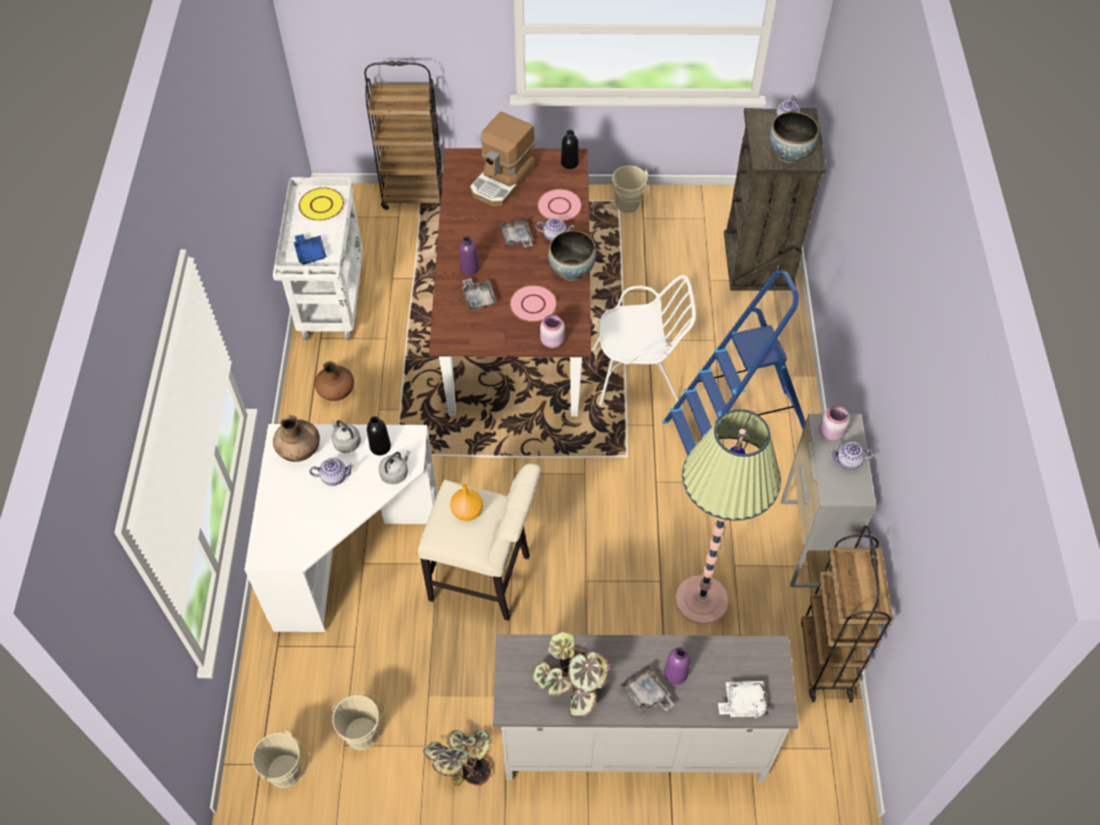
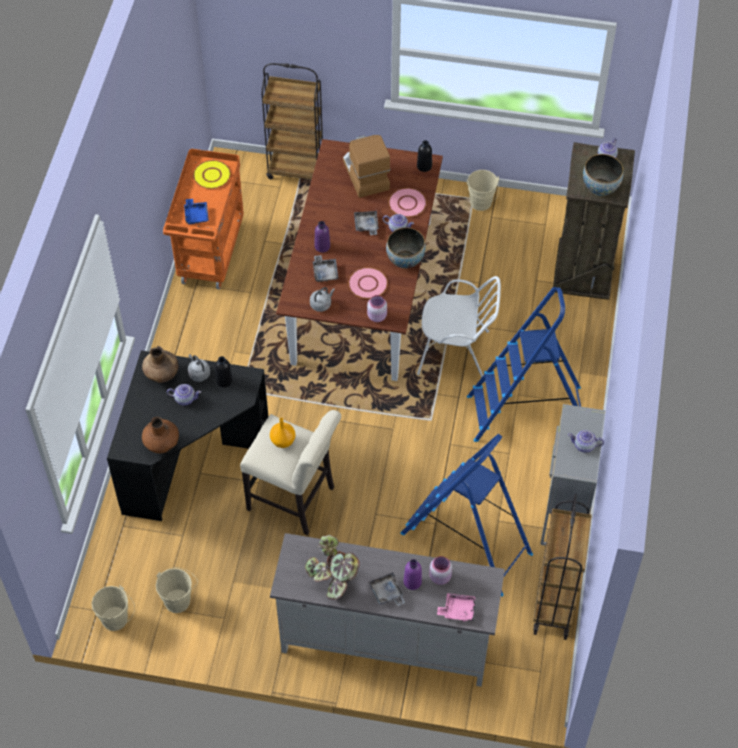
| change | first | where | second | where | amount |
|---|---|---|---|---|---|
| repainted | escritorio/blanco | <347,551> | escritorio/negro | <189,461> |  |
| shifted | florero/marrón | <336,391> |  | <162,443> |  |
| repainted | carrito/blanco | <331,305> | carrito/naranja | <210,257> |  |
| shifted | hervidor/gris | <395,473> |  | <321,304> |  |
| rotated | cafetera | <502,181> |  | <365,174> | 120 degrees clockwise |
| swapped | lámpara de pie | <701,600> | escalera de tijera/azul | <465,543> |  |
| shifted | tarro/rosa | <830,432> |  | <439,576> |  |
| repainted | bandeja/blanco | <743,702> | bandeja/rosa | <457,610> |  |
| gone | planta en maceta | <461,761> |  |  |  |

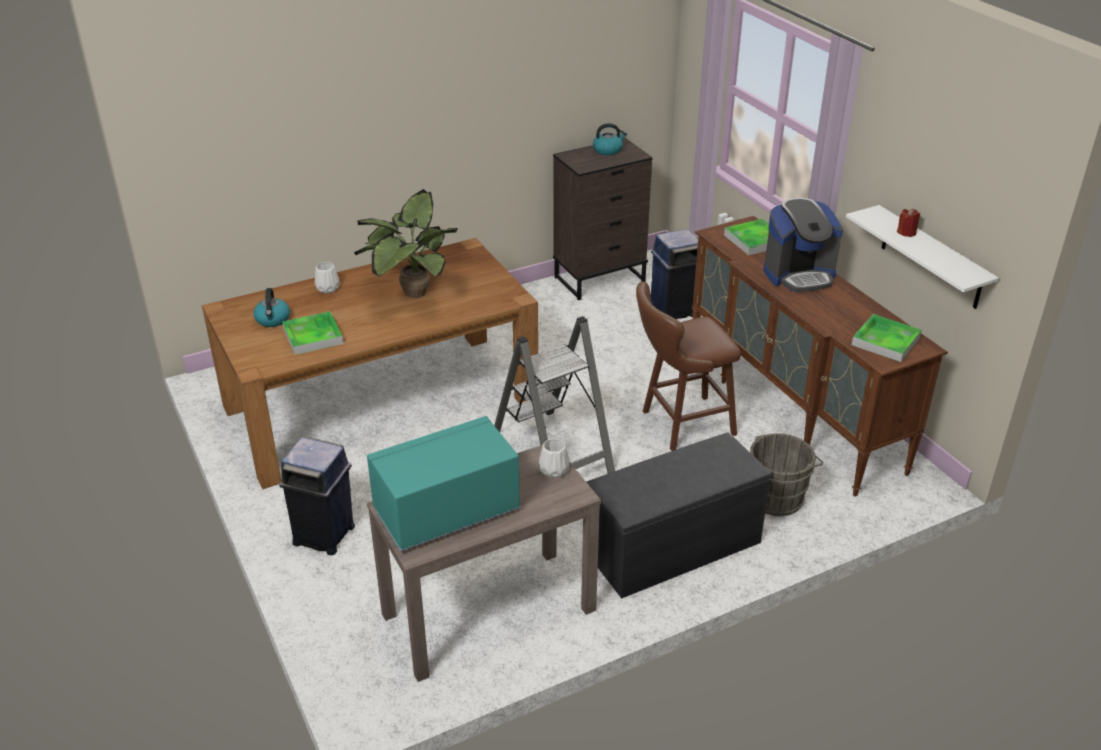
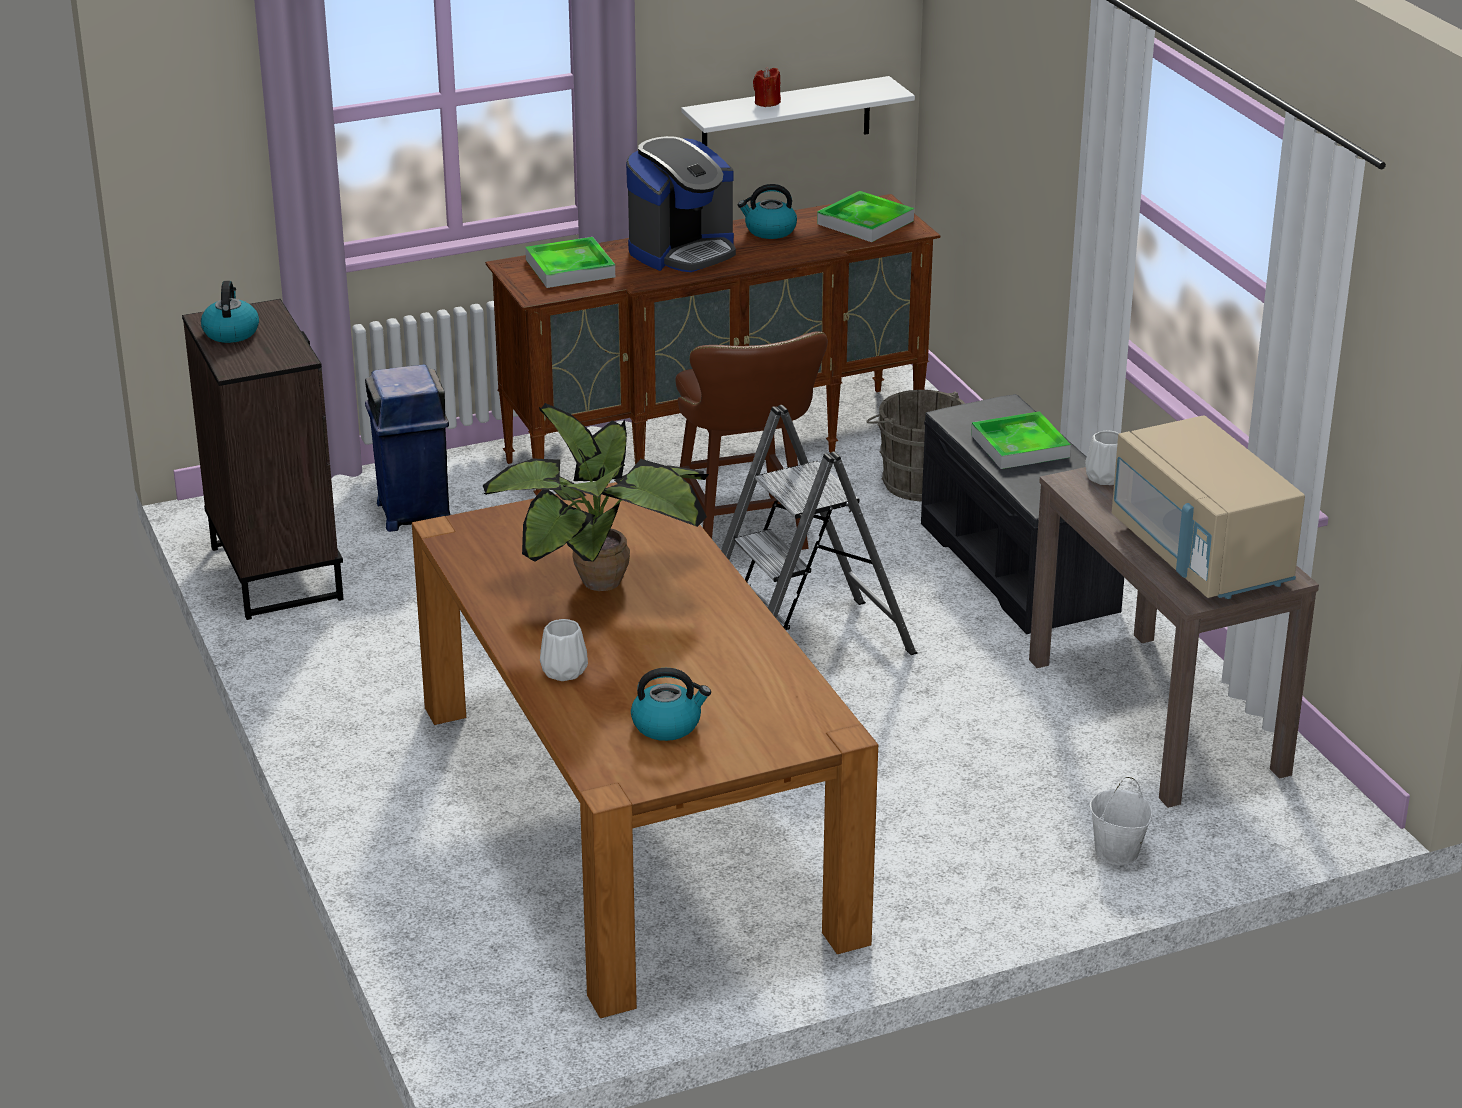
| change | first | where | second | where | amount |
|---|---|---|---|---|---|
| rotated | cafetera | <799,275> |  | <683,251> | 60 degrees clockwise |
| new |  |  | hervidor | <769,231> |  |
| shifted | bandeja | <313,336> |  | <1020,446> |  |
| new |  |  | cubo/blanco | <1117,852> |  |
| repainted | microondas/turquesa | <446,511> | microondas/beis | <1200,555> |  |
| gone | papelera/azul | <325,535> |  |  |  |

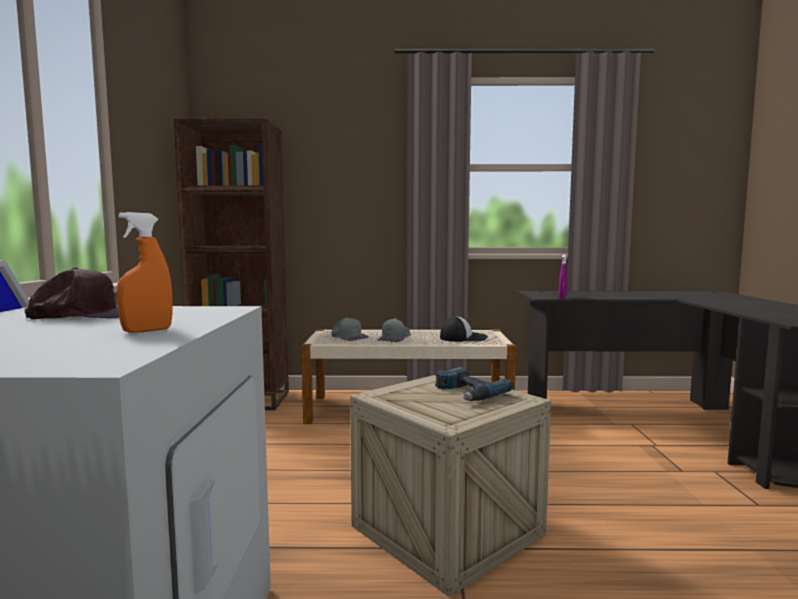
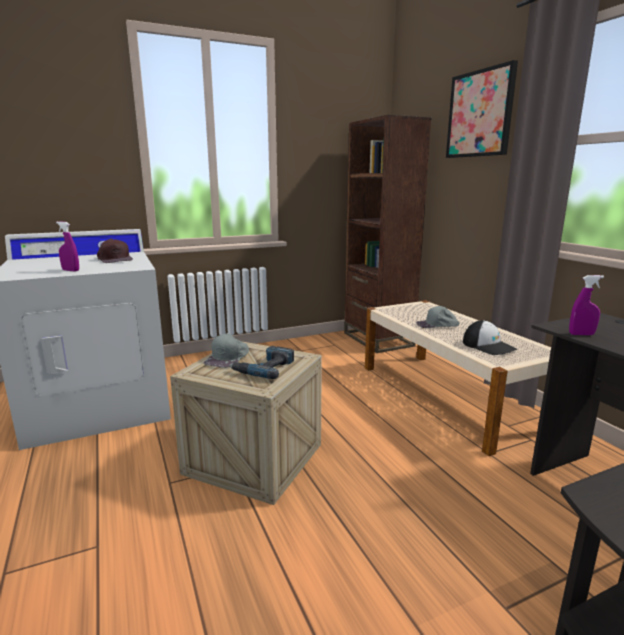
| change | first | where | second | where | amount |
|---|---|---|---|---|---|
| repainted | pulverizador/naranja | <147,330> | pulverizador/morado | <70,270> |  |
| shifted | gorra/gris | <349,337> |  | <228,358> |  |
| new |  |  | cuadro | <480,114> |  |

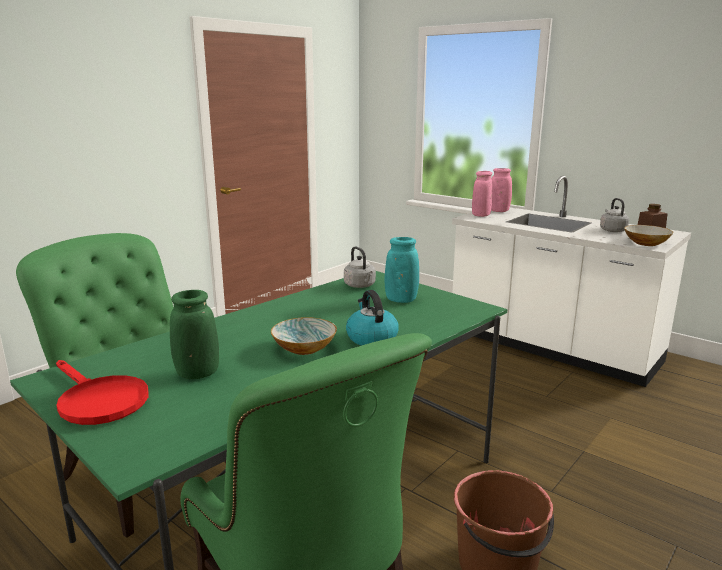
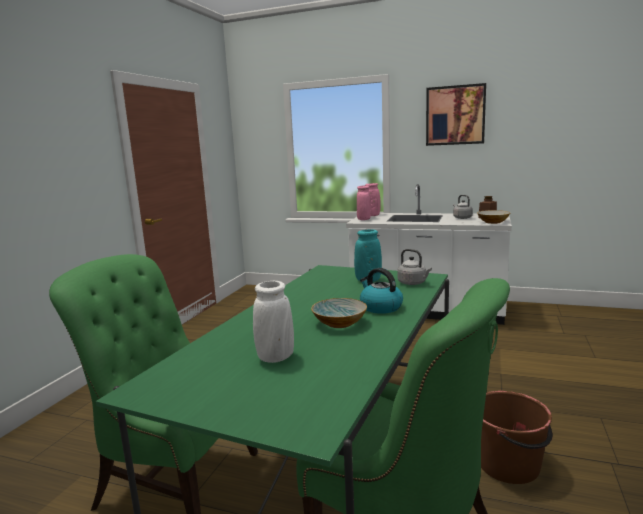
| change | first | where | second | where | amount |
|---|---|---|---|---|---|
| repainted | florero/verde | <197,374> | florero/blanco | <275,357> |  |
| shifted | hervidor/gris | <360,286> |  | <413,283> |  |
| new |  |  | cuadro | <455,115> |  |
| gone | sartén/rojo | <98,400> |  |  |  |

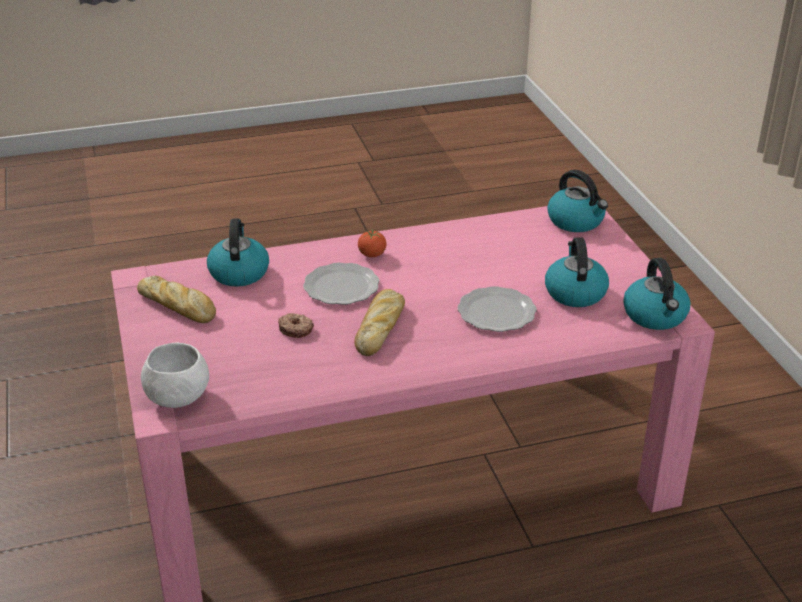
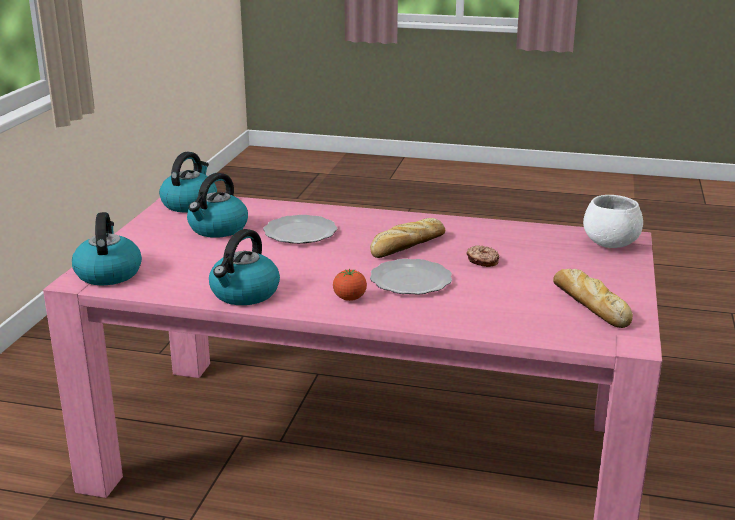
| change | first | where | second | where | amount |
|---|---|---|---|---|---|
| shifted | hervidor | <238,272> |  | <244,294> |  |

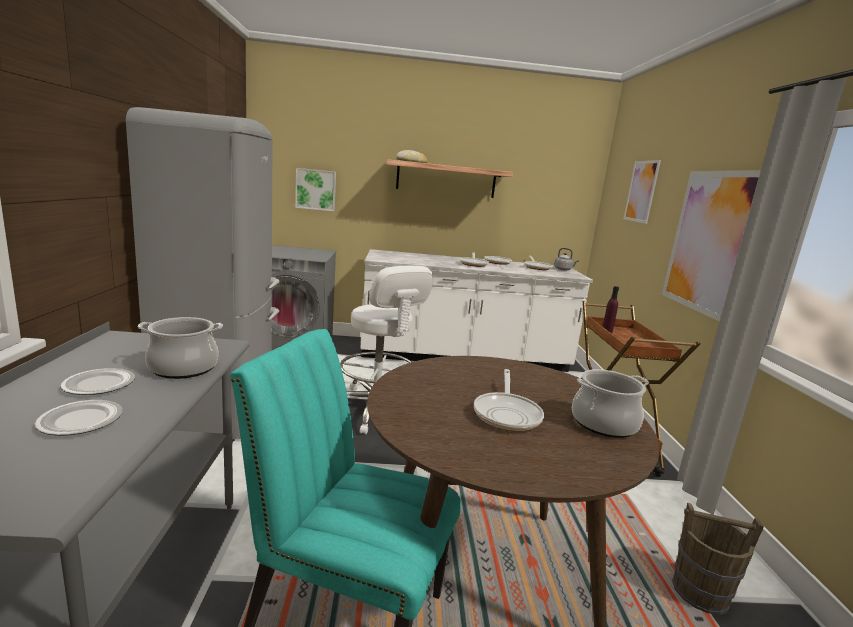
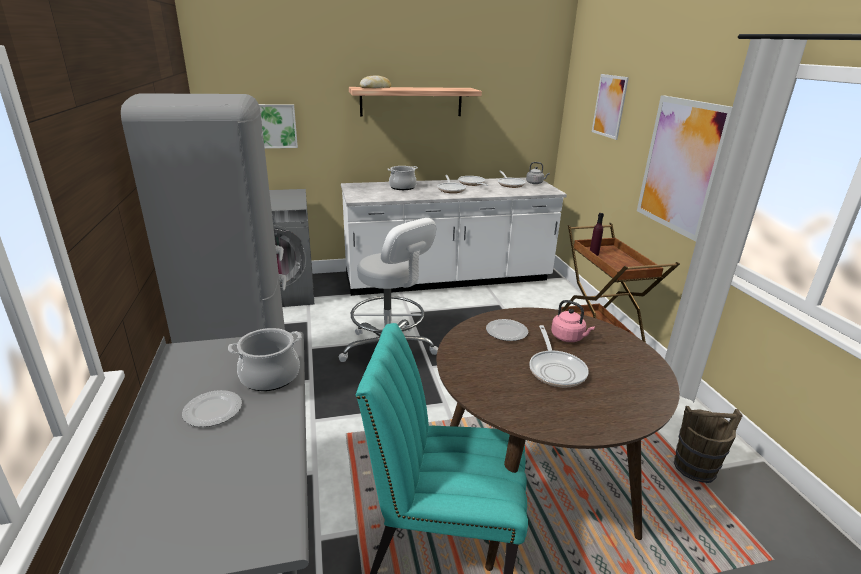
| change | first | where | second | where | amount |
|---|---|---|---|---|---|
| shifted | olla | <603,423> |  | <402,187> |  |
| shifted | plato | <81,420> |  | <506,332> |  |
| new |  |  | hervidor/rosa | <569,338> |  |

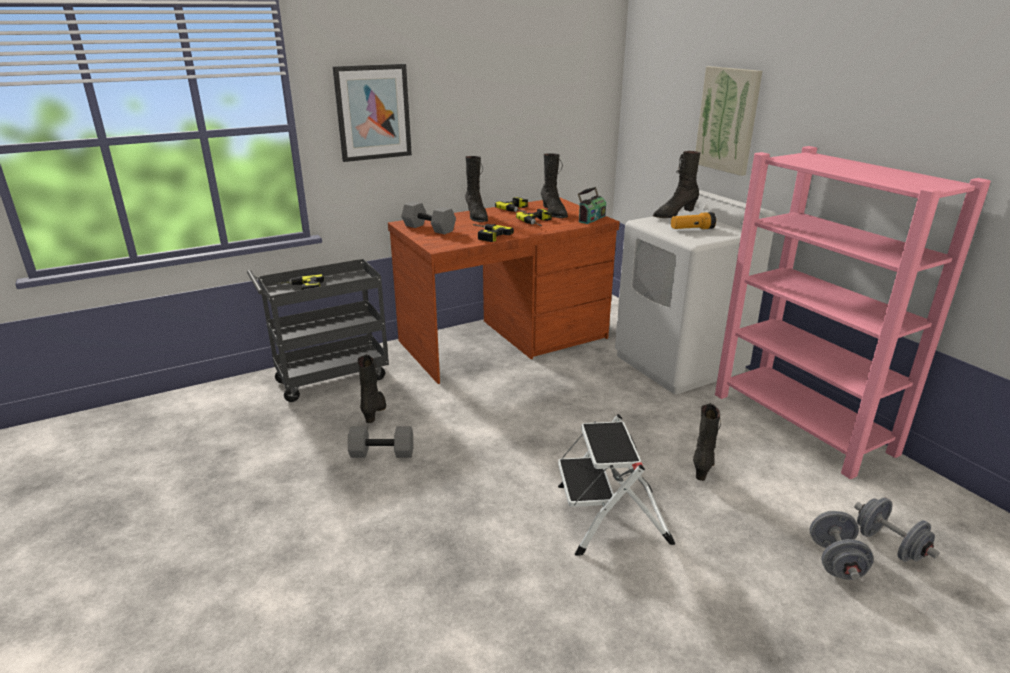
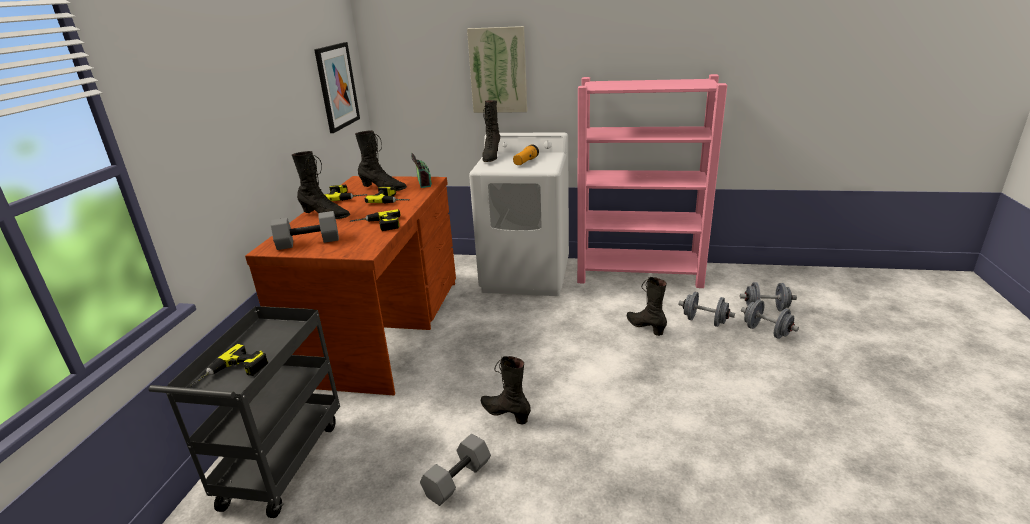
| change | first | where | second | where | amount |
|---|---|---|---|---|---|
| shifted | cuadro | <373,112> |  | <337,86> |  |
| shifted | bota/negro | <375,411> |  | <505,413> |  |
| new |  |  | mancuerna/gris | <704,321> |  |
| gone | escalera de tijera | <611,516> |  |  |  |

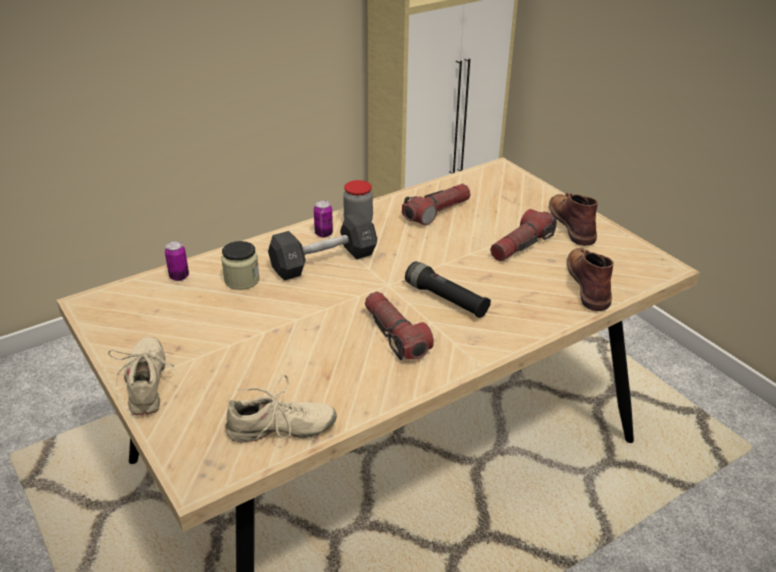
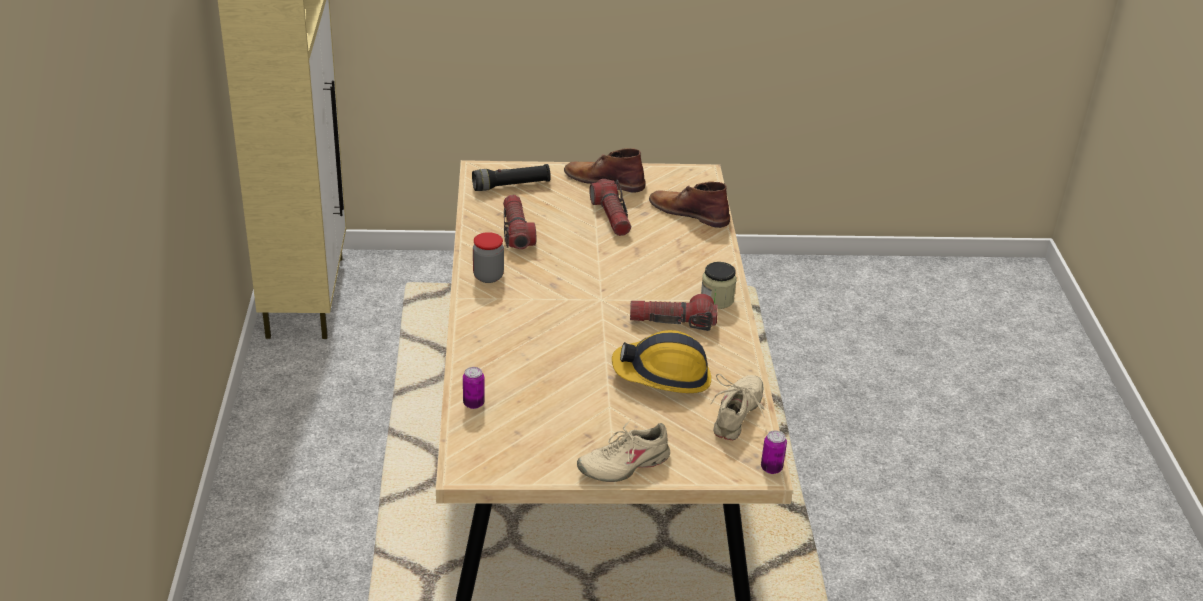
| change | first | where | second | where | amount |
|---|---|---|---|---|---|
| shifted | linterna/negro | <446,299> |  | <511,186> |  |
| rotated | zapato/beis | <148,383> |  | <623,464> | 45 degrees counterclockwise |
| new |  |  | casco | <663,375> |  |
| shifted | tarro | <242,280> |  | <717,299> |  |
| shifted | lata | <323,234> |  | <771,468> |  |
| gone | mancuerna/negro | <324,261> |  |  |  |

